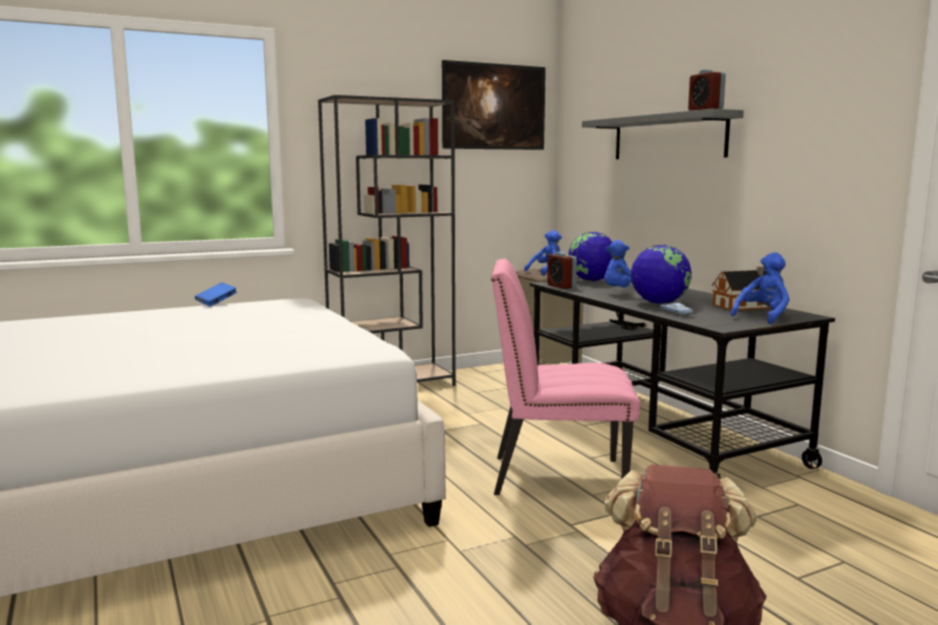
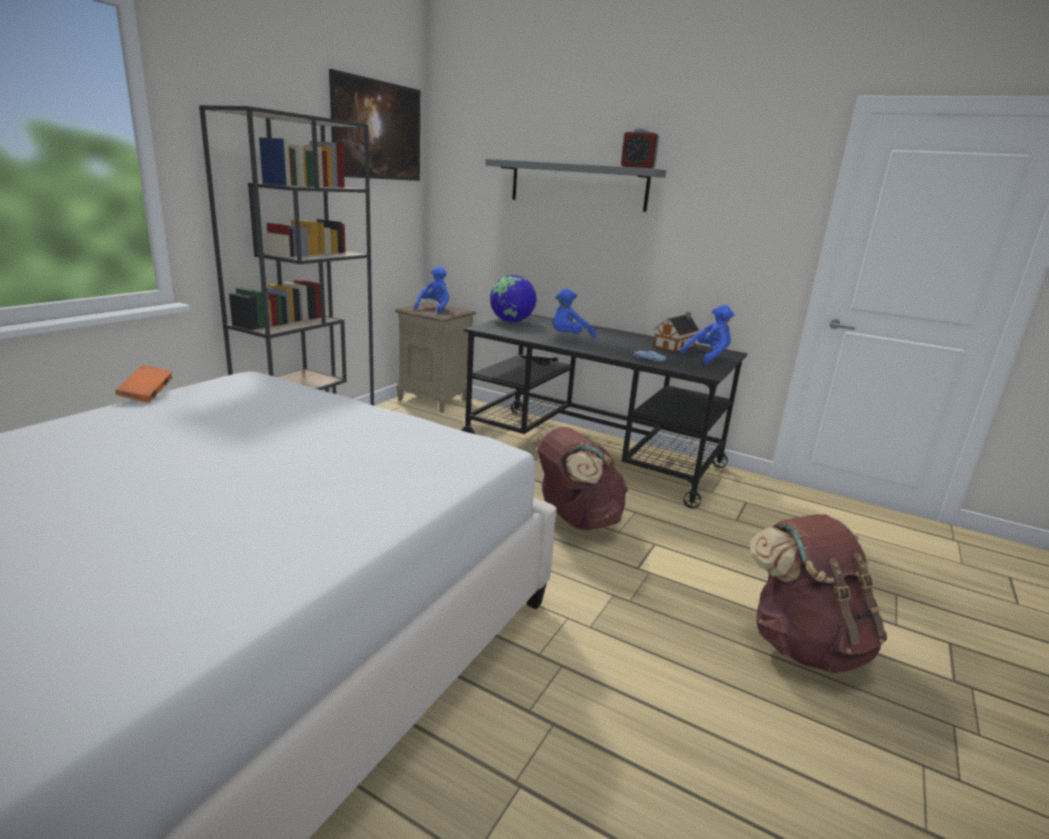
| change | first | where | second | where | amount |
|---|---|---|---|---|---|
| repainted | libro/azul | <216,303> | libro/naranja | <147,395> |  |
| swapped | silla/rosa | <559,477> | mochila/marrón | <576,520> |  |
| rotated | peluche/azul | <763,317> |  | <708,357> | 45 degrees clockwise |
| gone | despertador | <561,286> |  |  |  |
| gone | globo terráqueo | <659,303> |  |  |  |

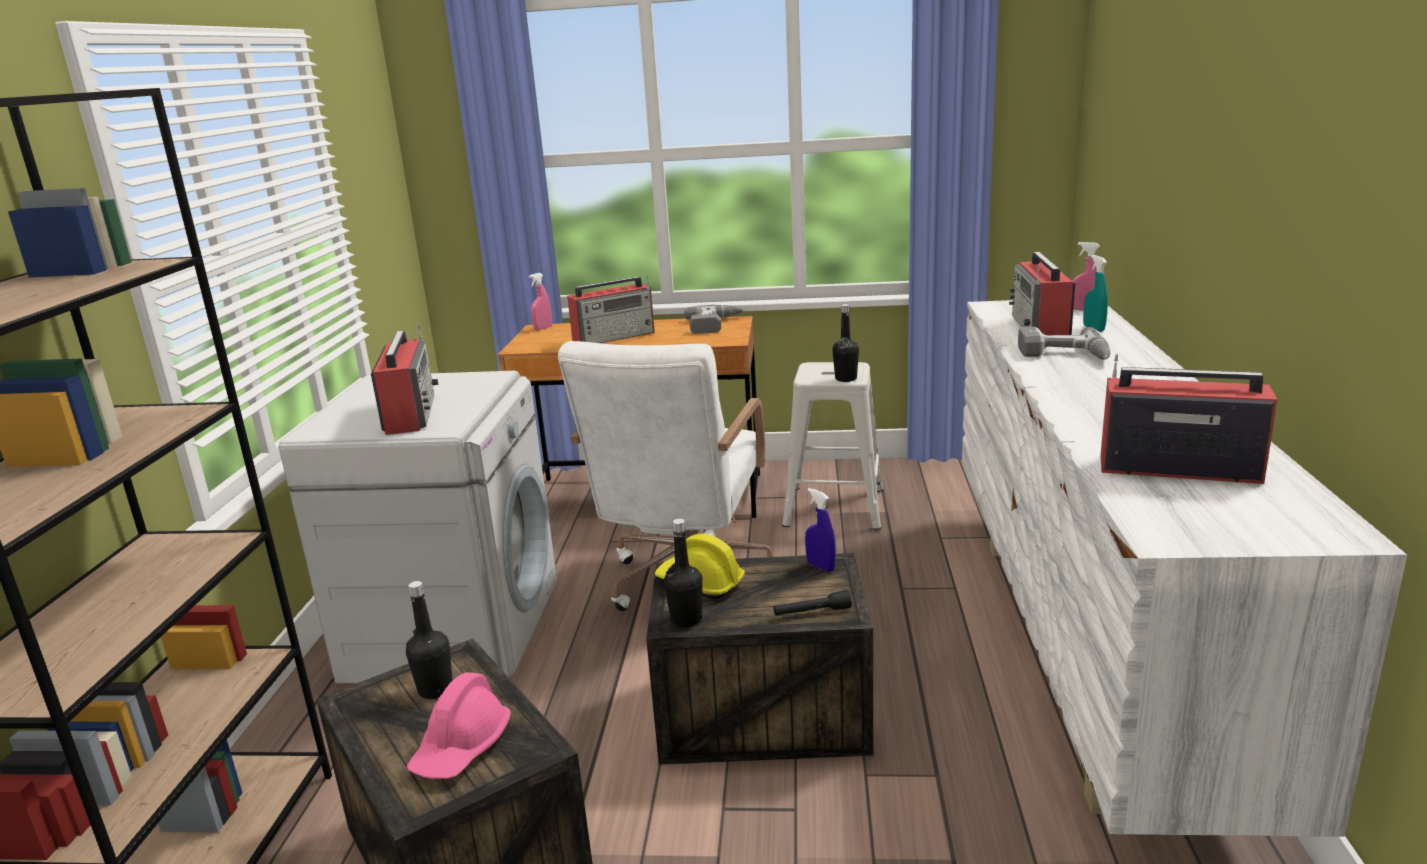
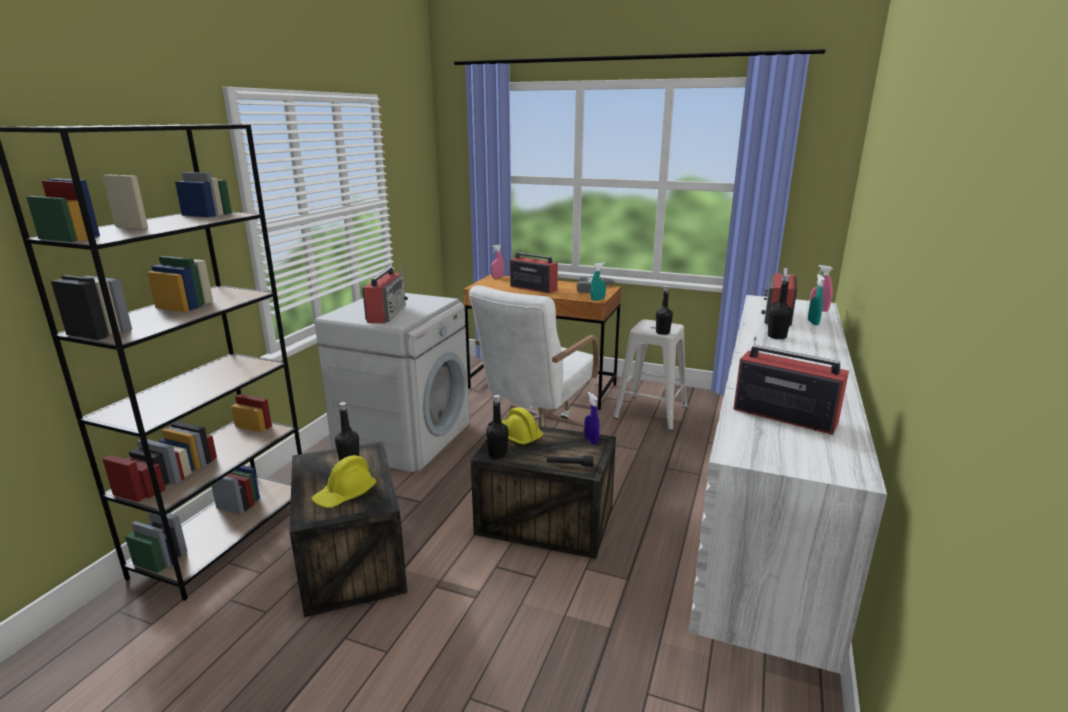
| change | first | where | second | where | amount |
|---|---|---|---|---|---|
| repainted | casco/rosa | <462,748> | casco/amarillo | <345,495> |  |
| rotated | radio | <615,337> |  | <533,288> | 135 degrees counterclockwise |
| new |  |  | pulverizador/turquesa | <597,299> |  |
| swapped | taladro | <1064,356> | botella/negro | <776,336> |  |

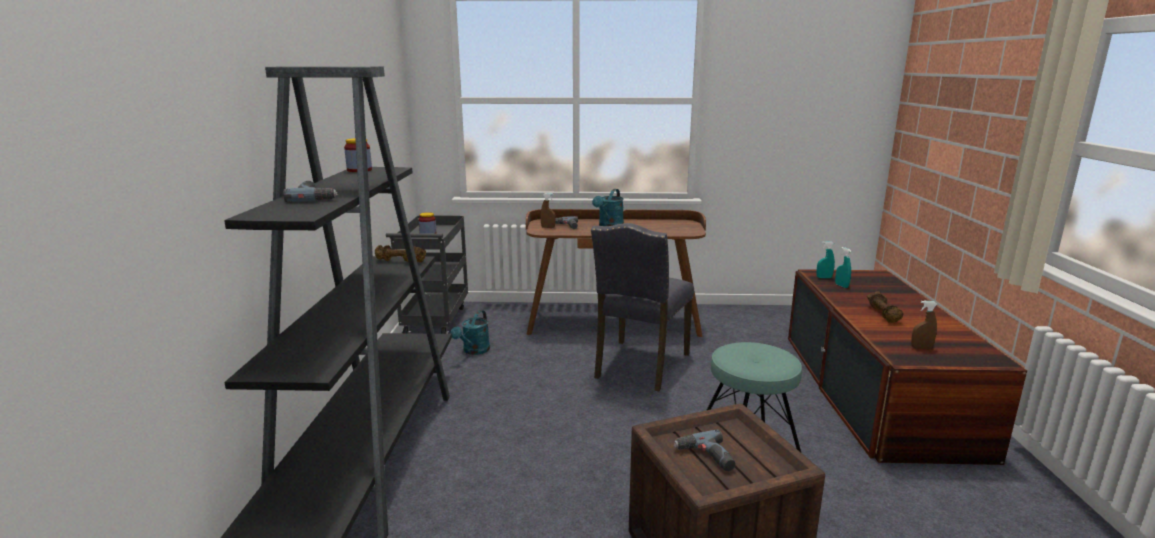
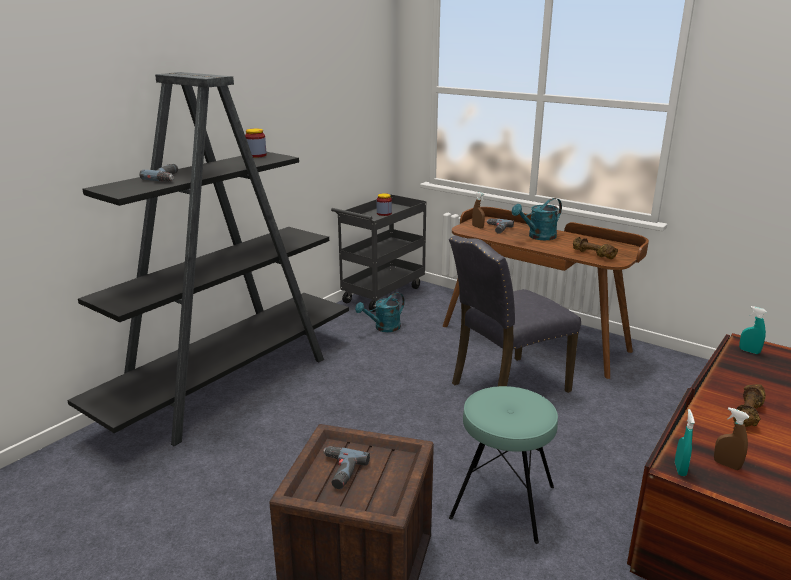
| change | first | where | second | where | amount |
|---|---|---|---|---|---|
| shifted | mancuerna/marrón | <399,261> |  | <592,255> |  |
| shifted | pulverizador/turquesa | <841,286> |  | <680,469> |  |

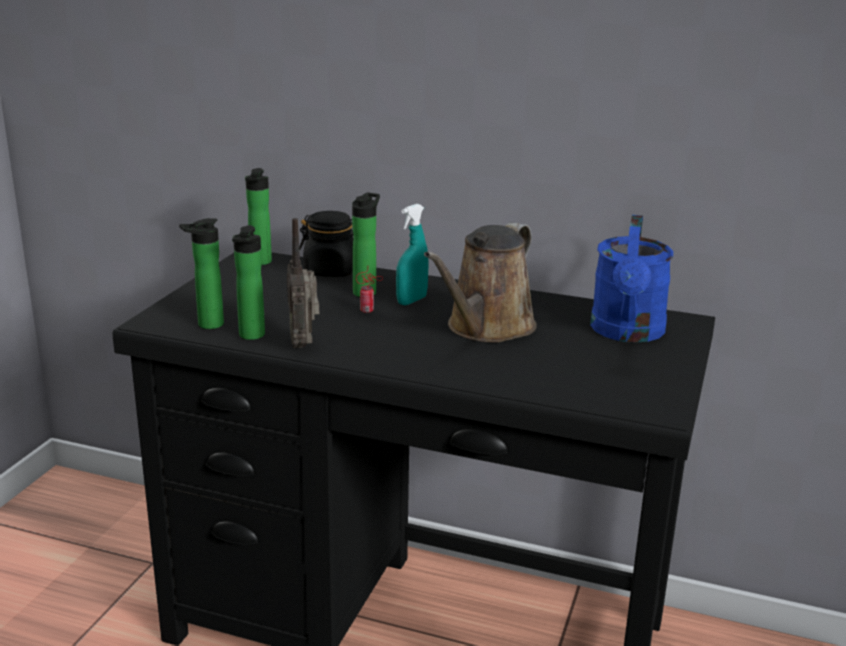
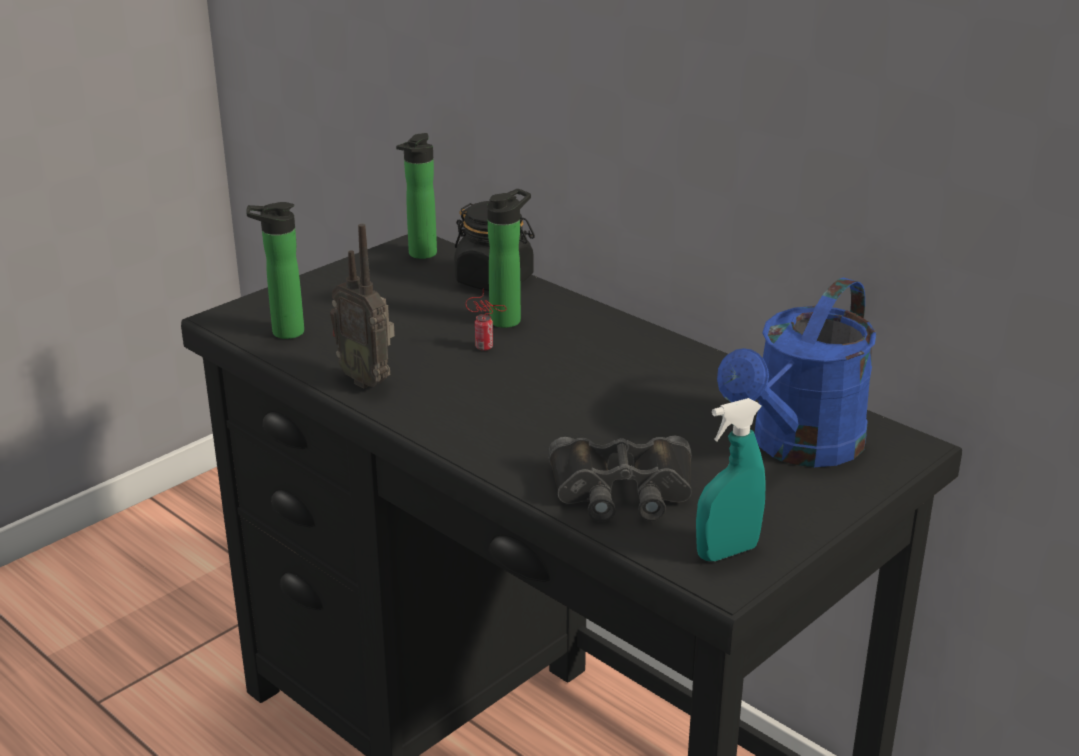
| change | first | where | second | where | amount |
|---|---|---|---|---|---|
| rotated | radio | <304,343> |  | <367,379> | 60 degrees counterclockwise |
| new |  |  | prismáticos/negro | <622,491> |  |
| shifted | pulverizador/turquesa | <411,301> |  | <727,552> |  |
| gone | botella | <251,336> |  |  |  |
| gone | regadera/marrón | <486,328> |  |  |  |

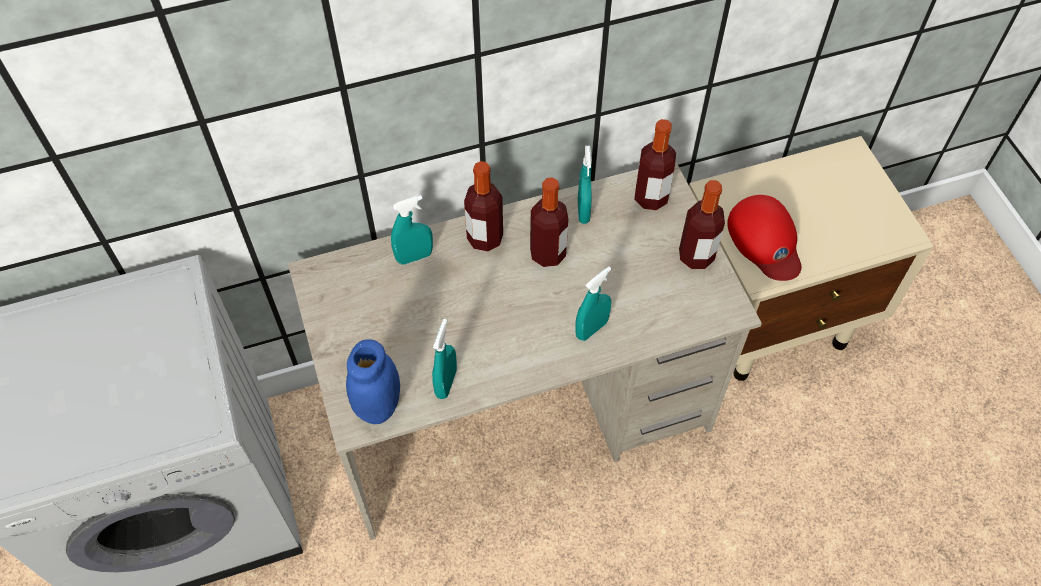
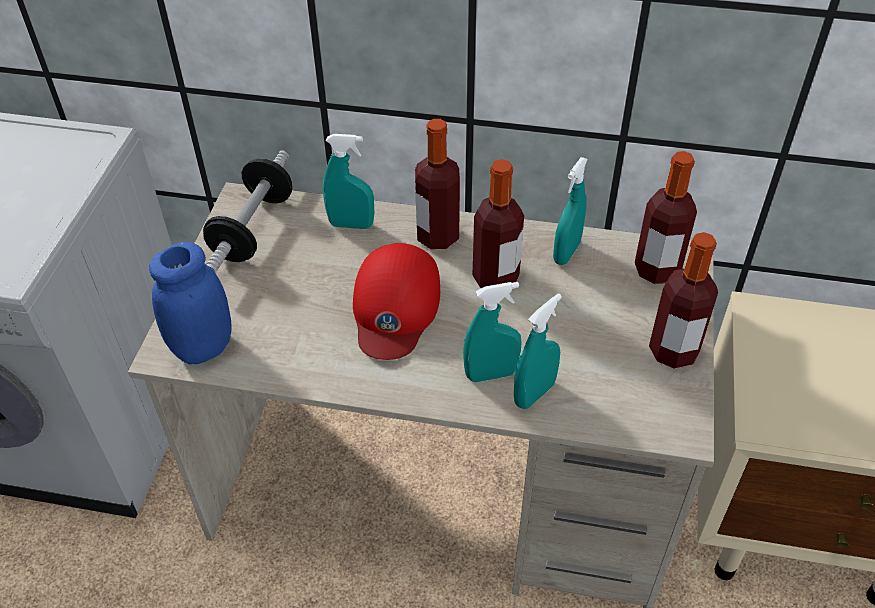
| change | first | where | second | where | amount |
|---|---|---|---|---|---|
| new |  |  | mancuerna | <253,229> |  |
| shifted | gorra/rojo | <765,241> |  | <395,307> |  |
| shifted | pulverizador/turquesa | <446,383> |  | <534,394> |  |

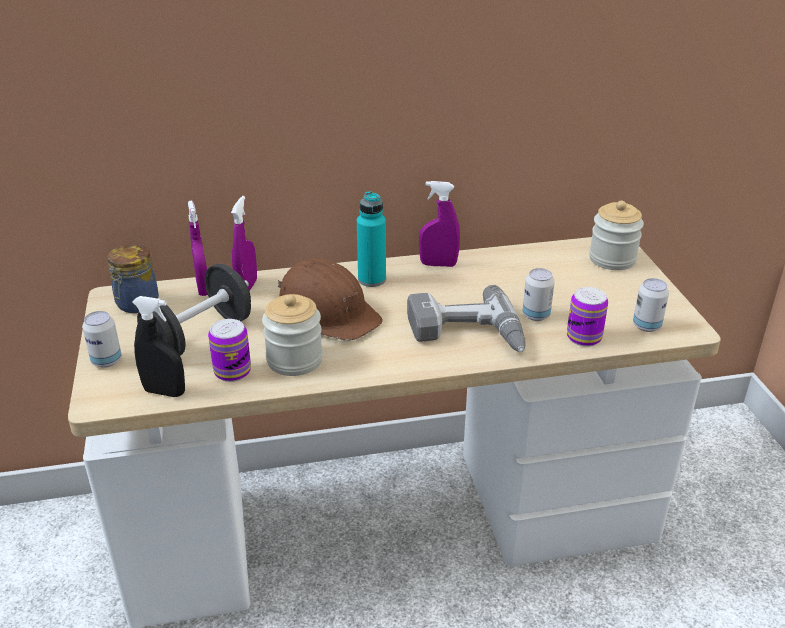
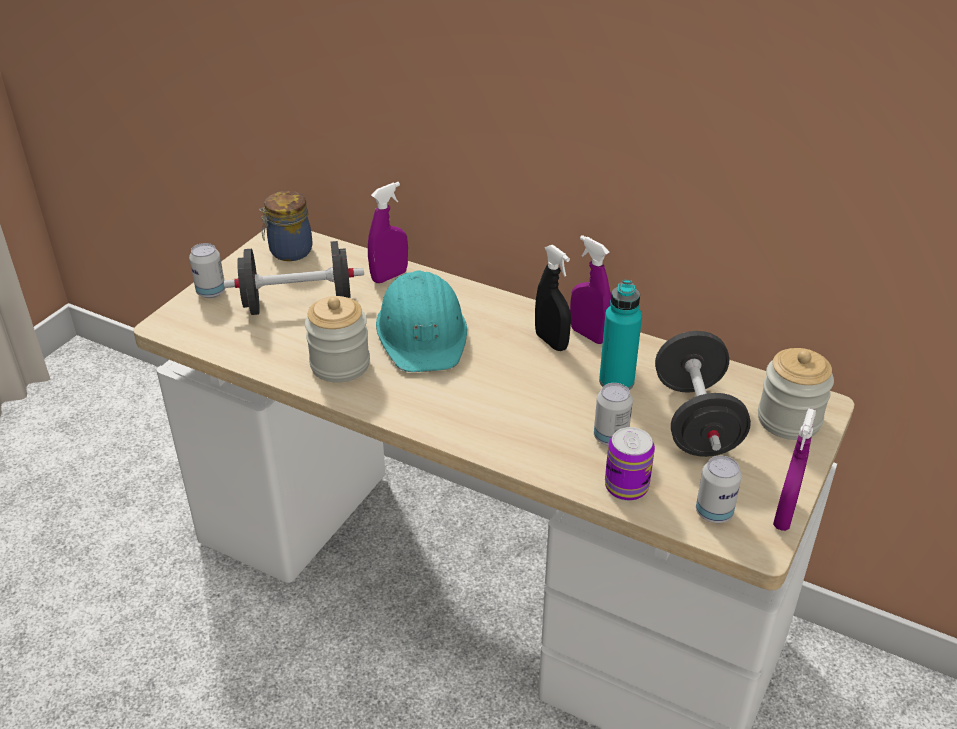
| change | first | where | second | where | amount |
|---|---|---|---|---|---|
| repainted | casco/marrón | <326,312> | casco/turquesa | <423,333> |  |
| shifted | pulverizador/negro | <164,392> |  | <551,342> |  |
| shifted | botella/turquesa | <372,279> |  | <616,381> |  |
| new |  |  | mancuerna/negro | <696,420> |  |
| shifted | pulverizador/morado | <203,288> |  | <784,515> |  |
| gone | lata | <232,371> |  |  |  |
| gone | taladro | <466,335> |  |  |  |

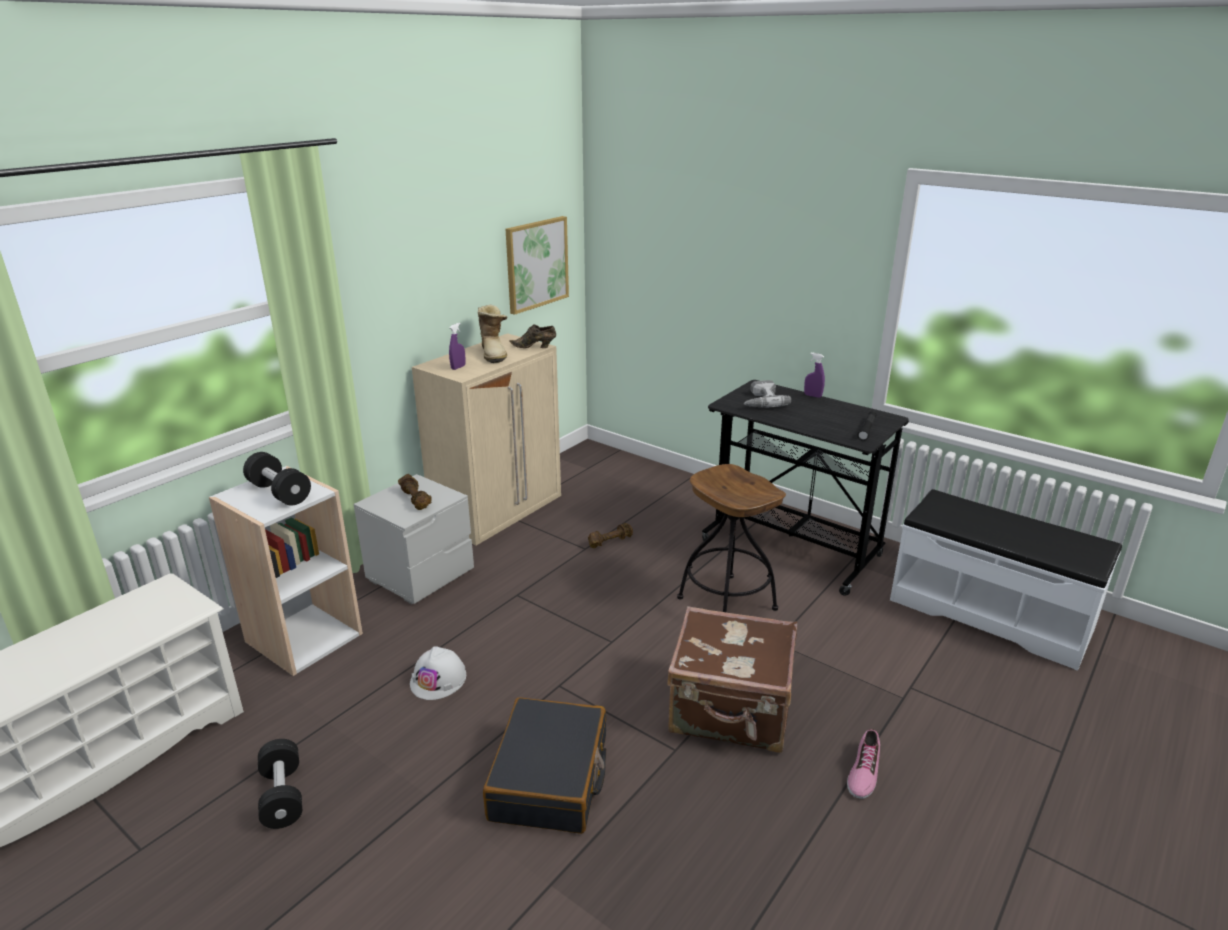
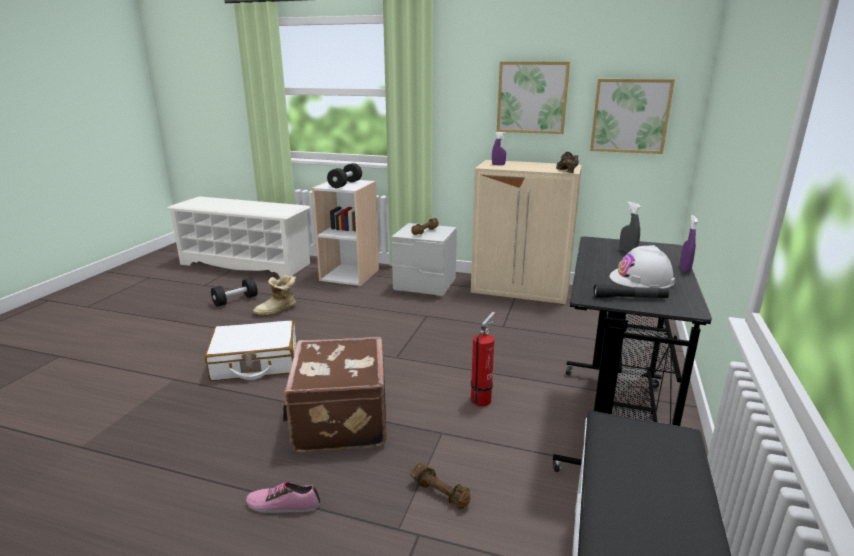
| change | first | where | second | where | amount |
|---|---|---|---|---|---|
| repainted | maleta/negro | <550,778> | maleta/blanco | <255,362> |  |
| shifted | bota | <494,353> |  | <277,310> |  |
| shifted | mancuerna/marrón | <610,541> |  | <440,493> |  |
| swapped | taburete/marrón | <726,603> | extintor | <482,398> |  |
| new |  |  | cuadro | <532,97> |  |
| shifted | casco/blanco | <438,679> |  | <641,279> |  |
| swapped | taladro | <760,401> | pulverizador/gris | <627,251> |  |

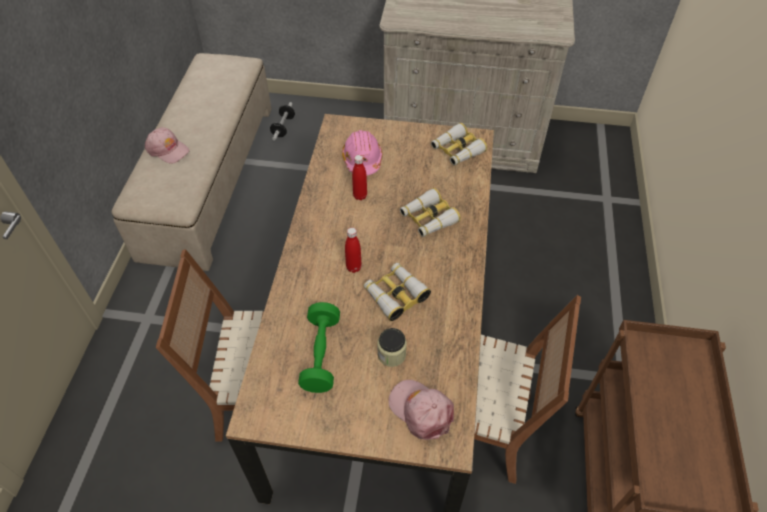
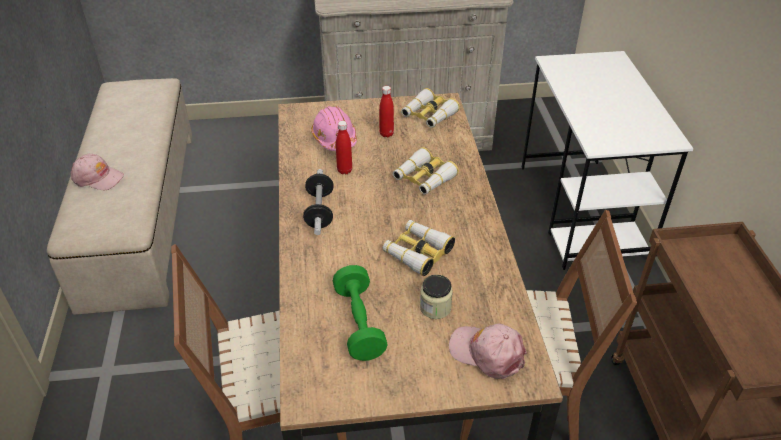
| change | first | where | second | where | amount |
|---|---|---|---|---|---|
| shifted | mancuerna | <283,127> |  | <319,211> |  |
| shifted | botella/rojo | <353,267> |  | <386,134> |  |
| new |  |  | escritorio/blanco | <582,212> |  |

